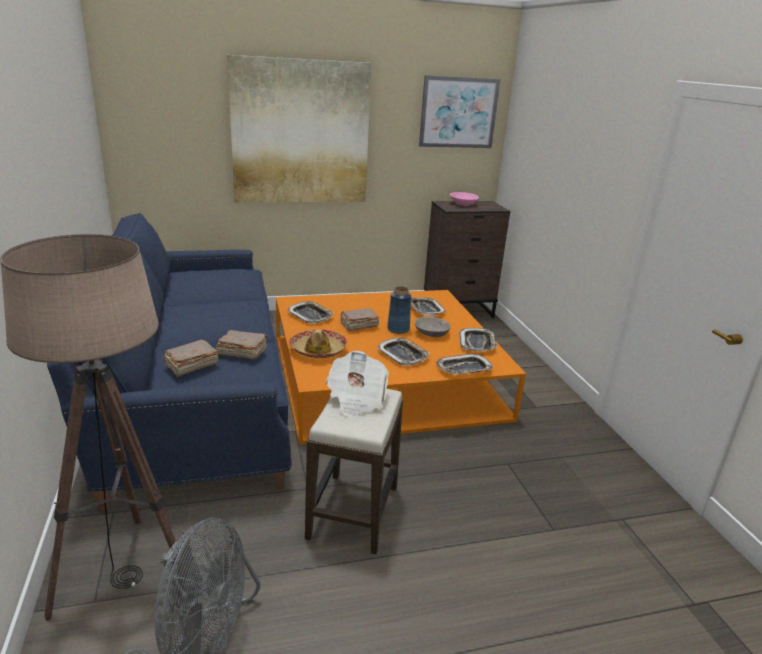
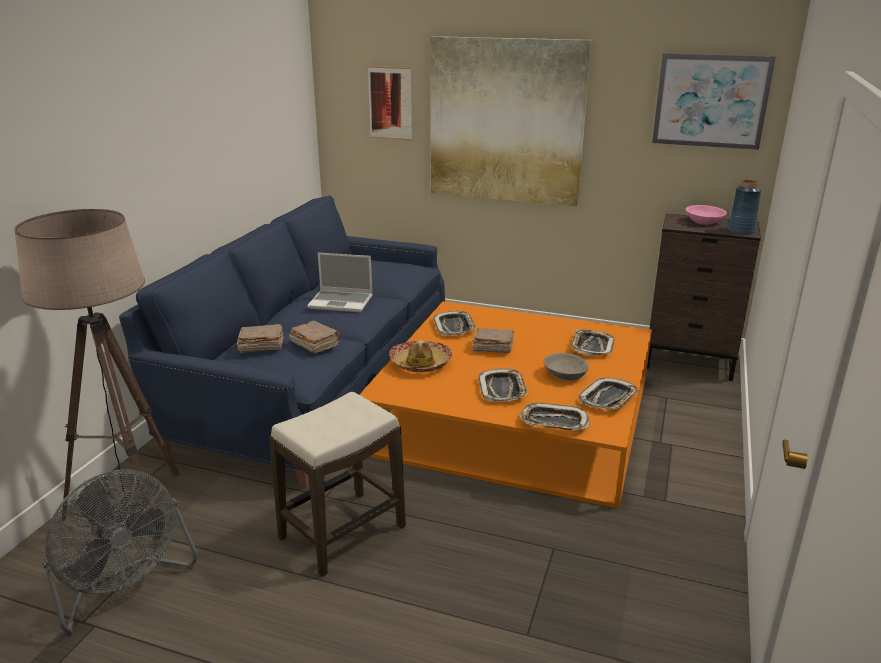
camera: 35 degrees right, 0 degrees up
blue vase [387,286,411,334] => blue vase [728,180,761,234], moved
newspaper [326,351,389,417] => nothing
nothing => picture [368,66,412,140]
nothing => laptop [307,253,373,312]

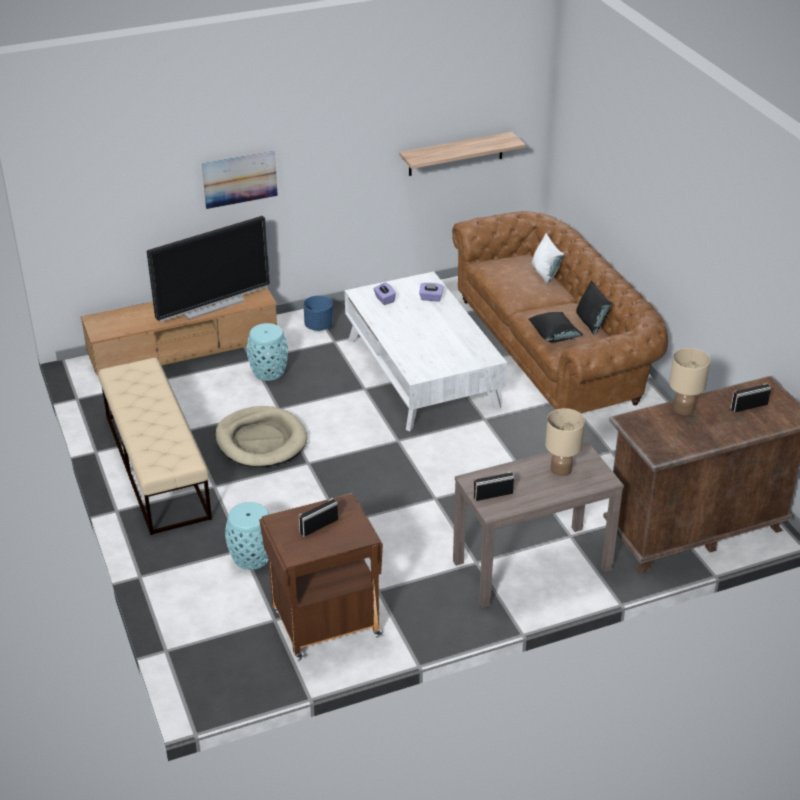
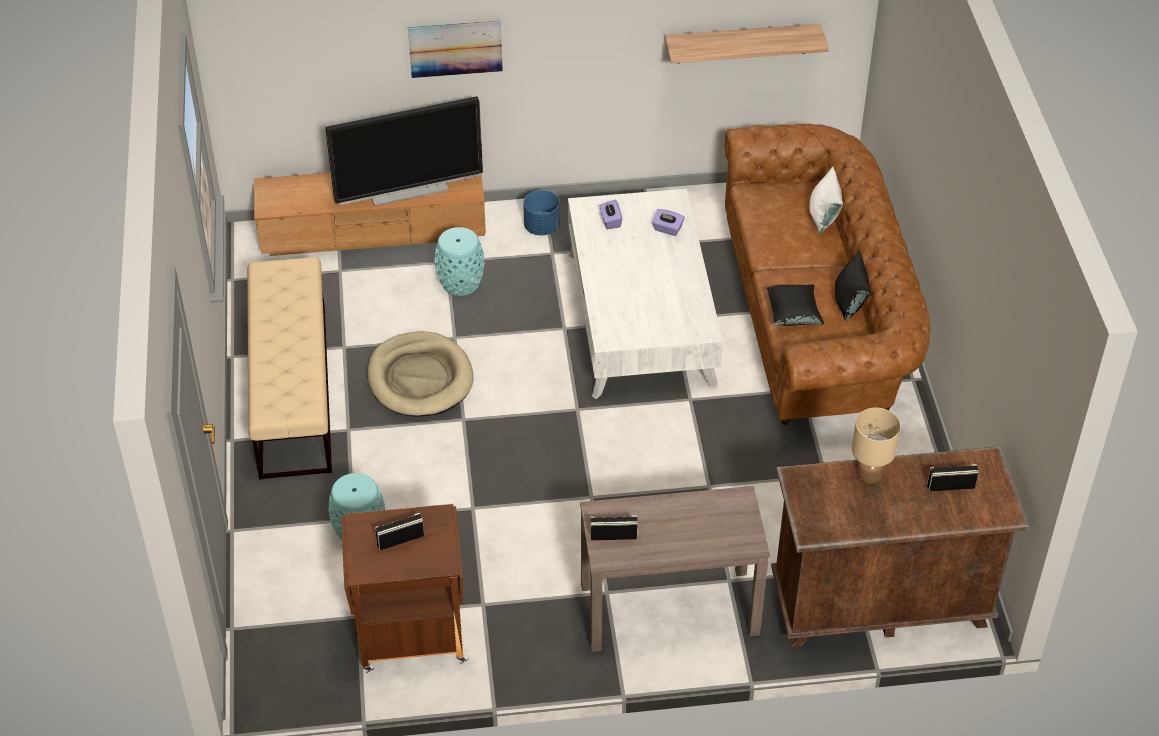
camera: 15 degrees right, 10 degrees up
beige table lamp [545,408,585,476] => nothing

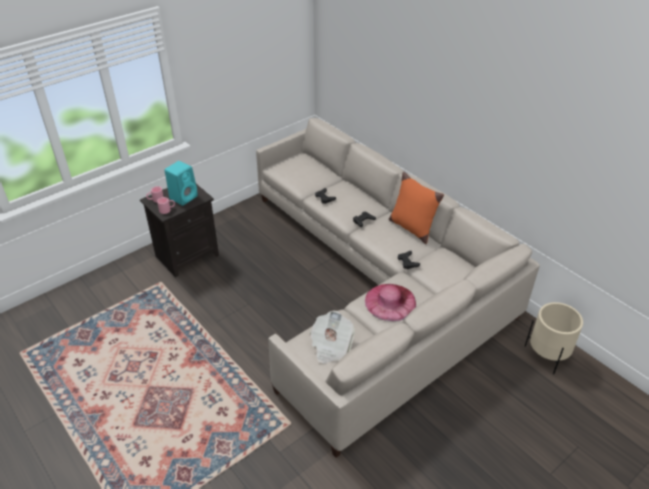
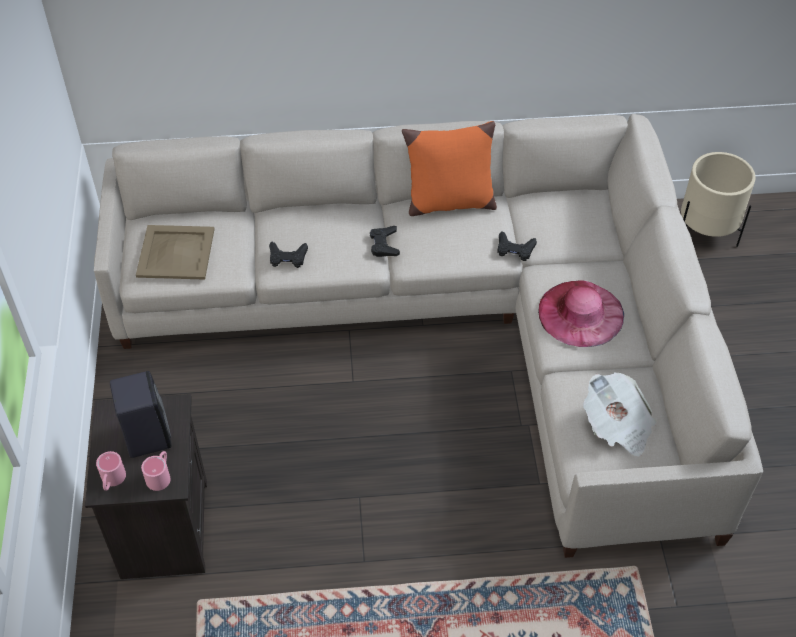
camera: 55 degrees left, 10 degrees up
turquoise speaker [165,161,198,206] => black speaker [110,371,172,458]
nothing => beige tray [136,225,215,280]

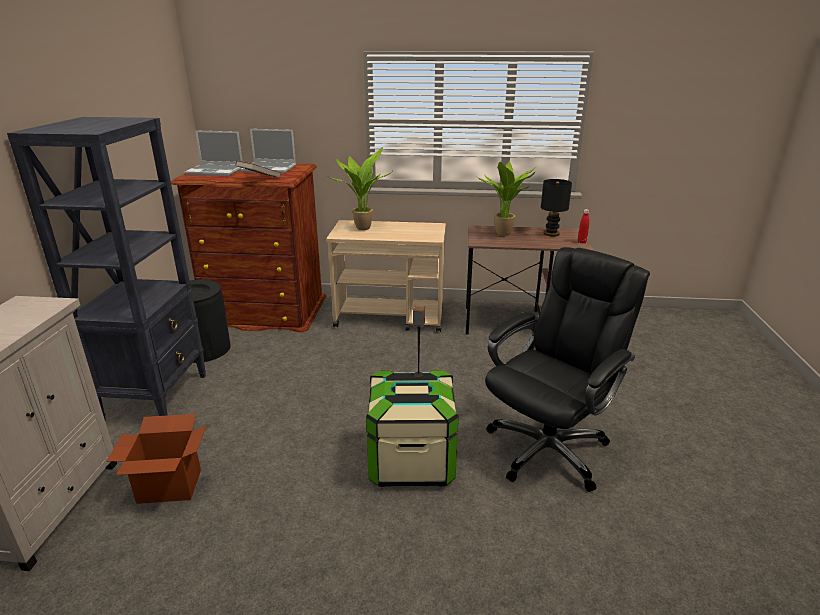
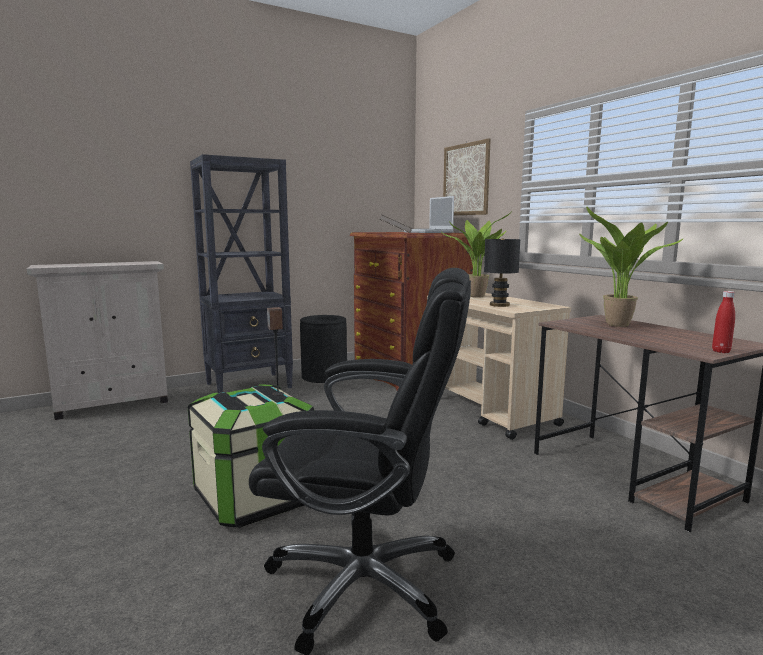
camera: 55 degrees right, 15 degrees down
laptop [185,130,242,176] => nothing
black table lamp [541,179,572,237] => black table lamp [484,239,520,307], moved
cardboard box [107,414,206,504] => nothing
nothing => picture [443,138,491,215]

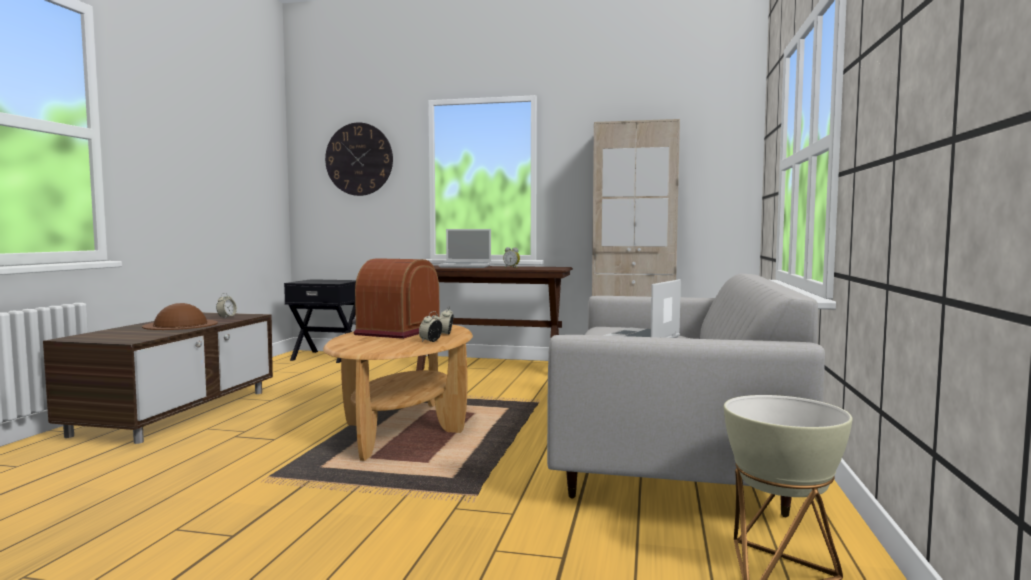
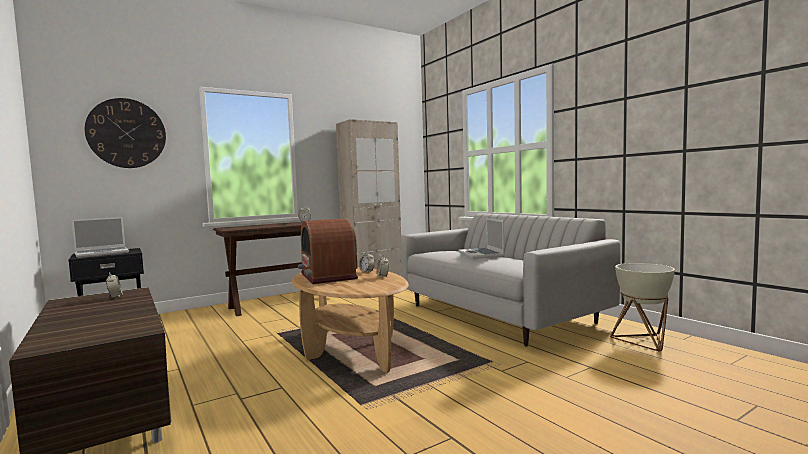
camera: 45 degrees left, 0 degrees up
laptop [438,229,491,268] => laptop [72,217,129,258], moved
brown hat [142,303,218,330] => nothing

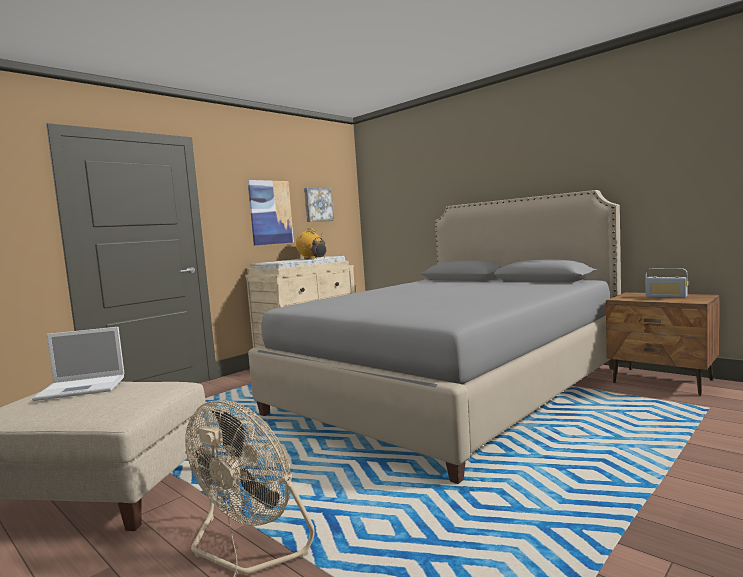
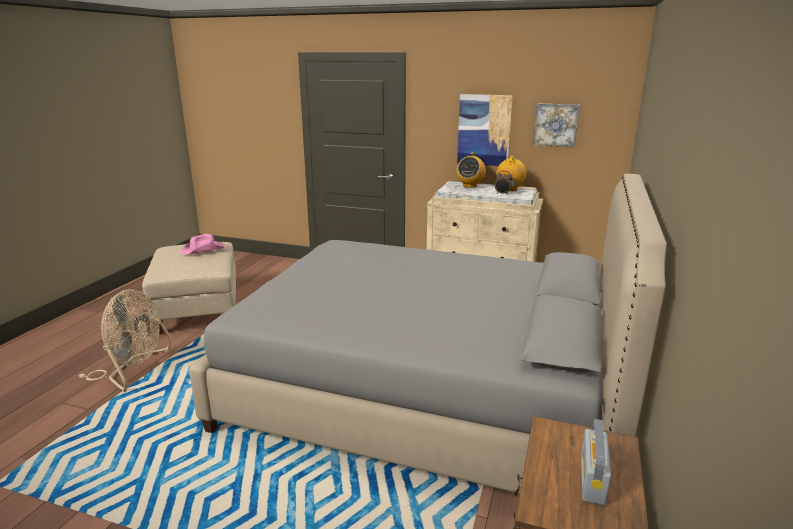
camera: 65 degrees right, 15 degrees up
laptop [32,327,124,401] => pink hat [180,234,226,255]
nothing => radio [456,152,486,188]

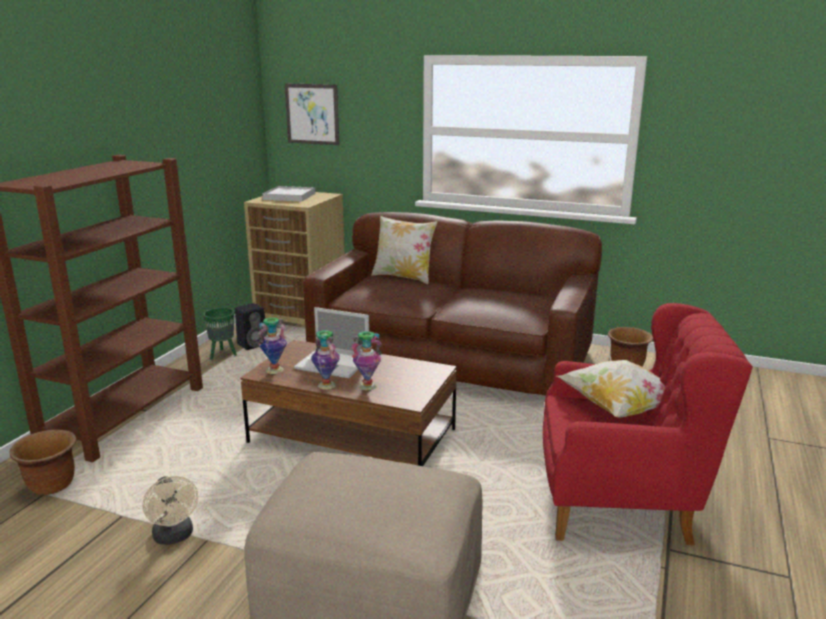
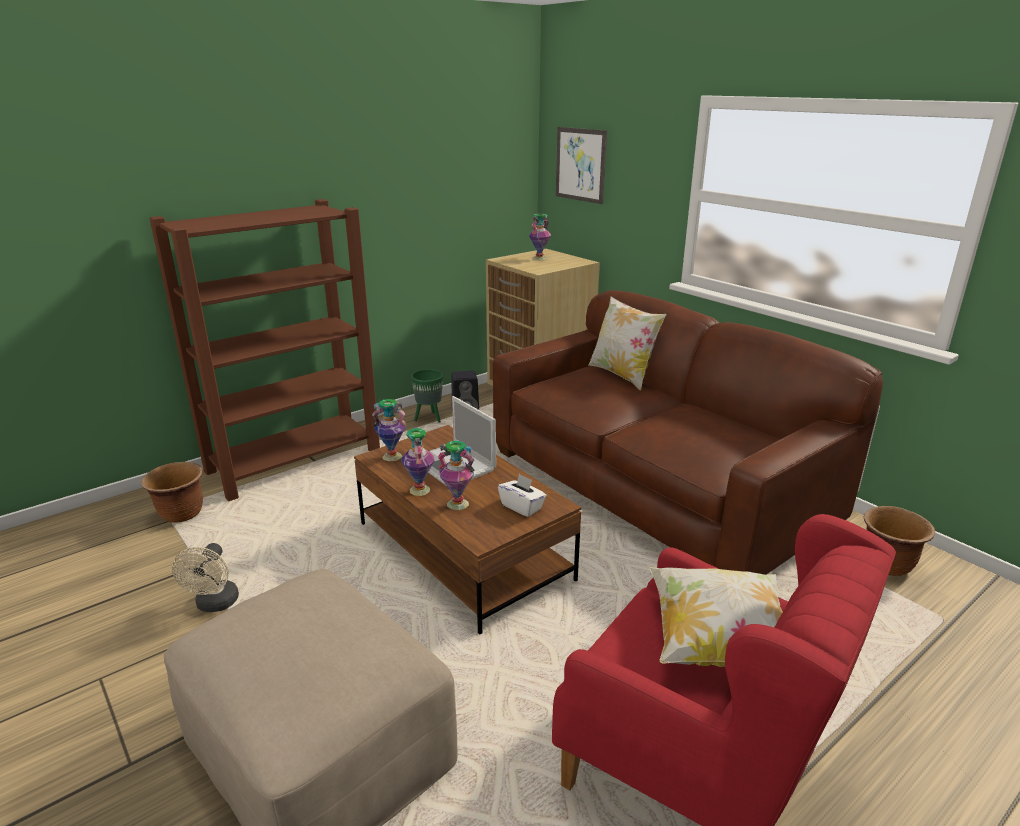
camera: 30 degrees right, 5 degrees up
white tray [262,186,315,202] => vase [529,214,551,260]
nothing => white tissue box [498,474,547,517]

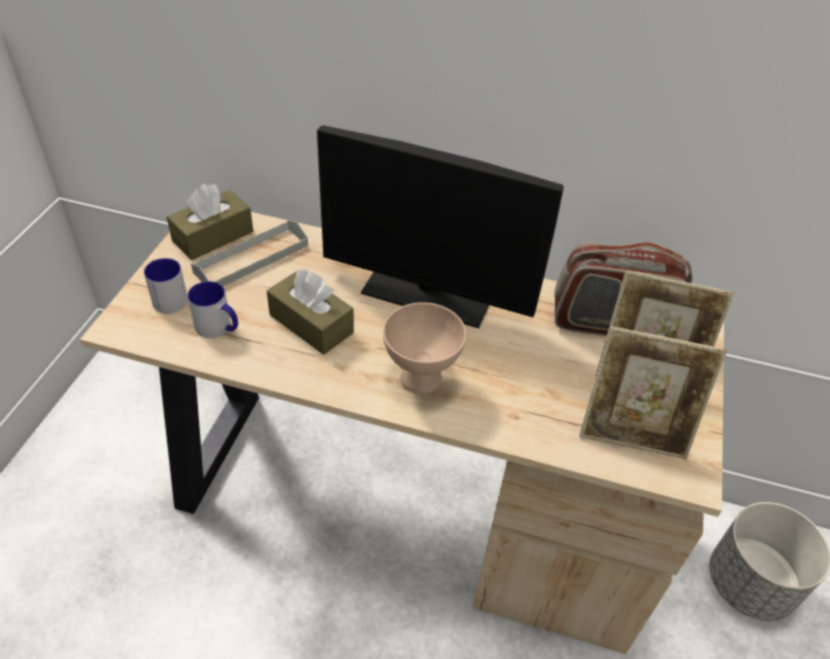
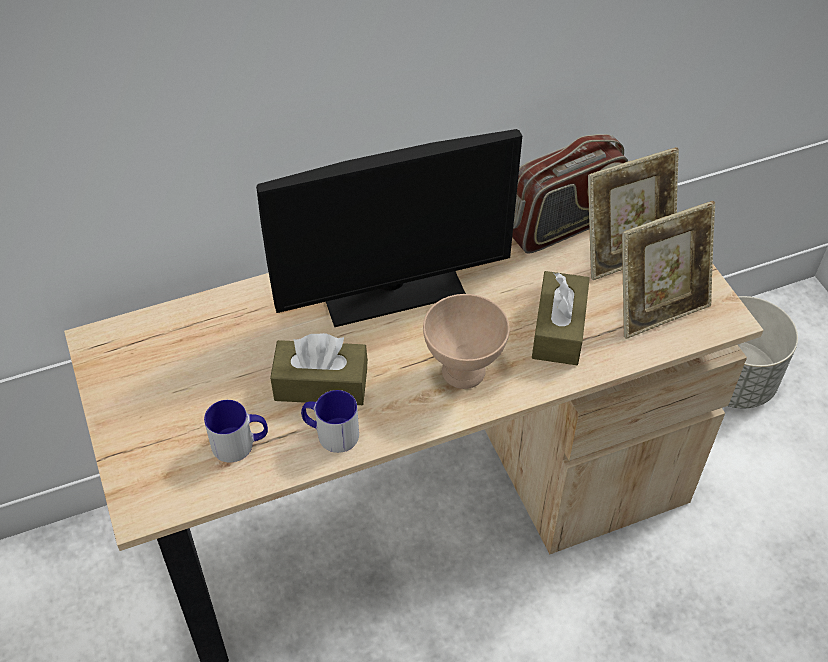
camera: 35 degrees left, 5 degrees up
brown tissue box [167,184,253,260] => brown tissue box [532,271,590,365], moved
grey tray [191,220,308,286] => nothing
mug [144,258,188,313] => mug [301,390,359,453], moved

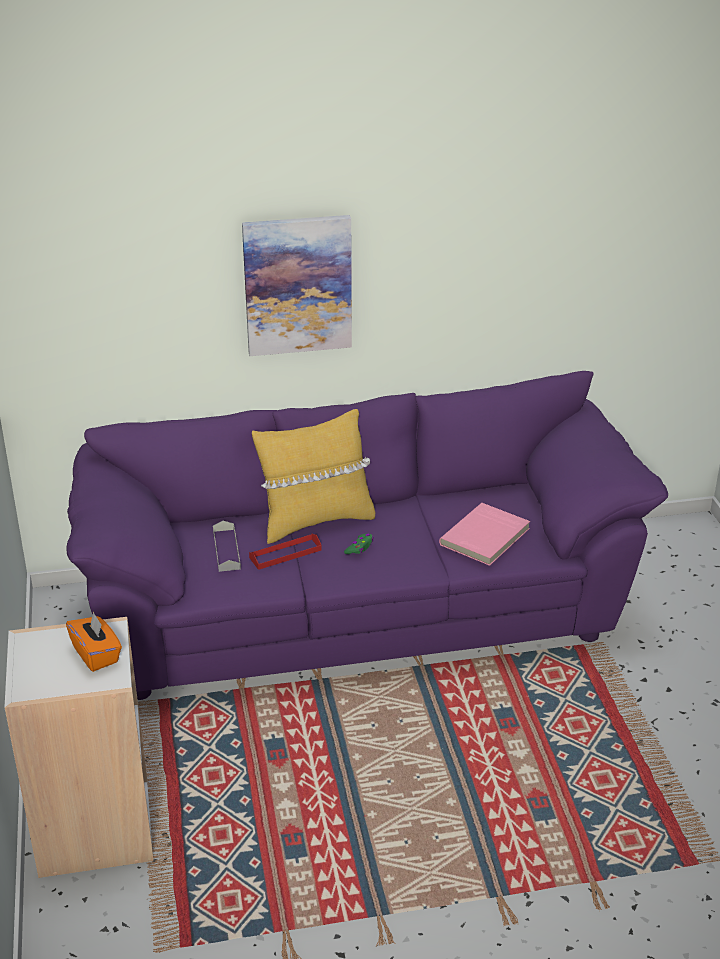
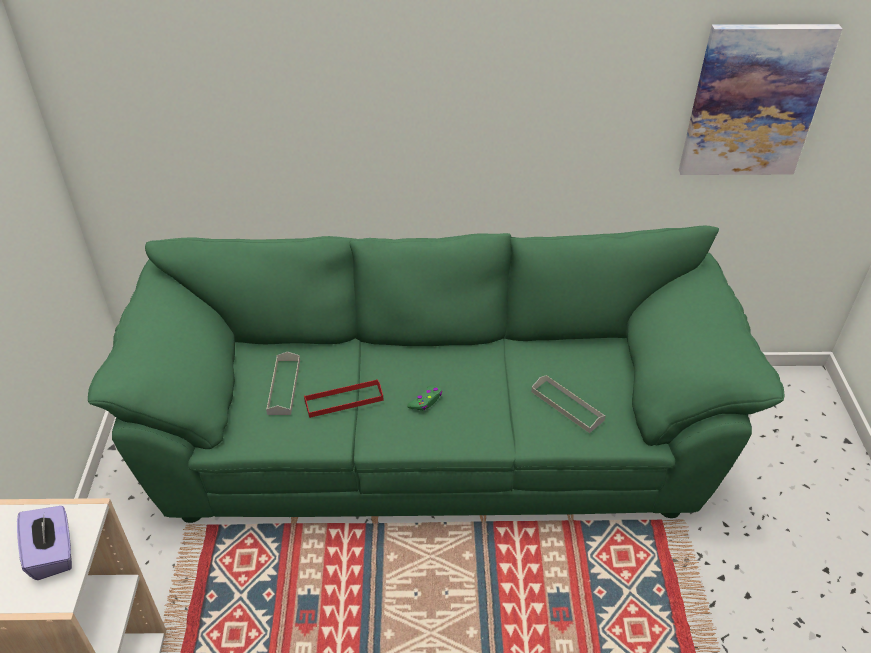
camera: 10 degrees right, 10 degrees up
picture [242,215,352,356] => picture [679,24,842,175], moved
purple sofa [67,371,668,700] => green sofa [88,225,784,523]
yellow pillow [252,409,375,544] => nothing
pink book [439,503,530,566] => grey tray [531,375,606,433]
orange tissue box [66,611,122,672] => purple tissue box [17,506,72,580]

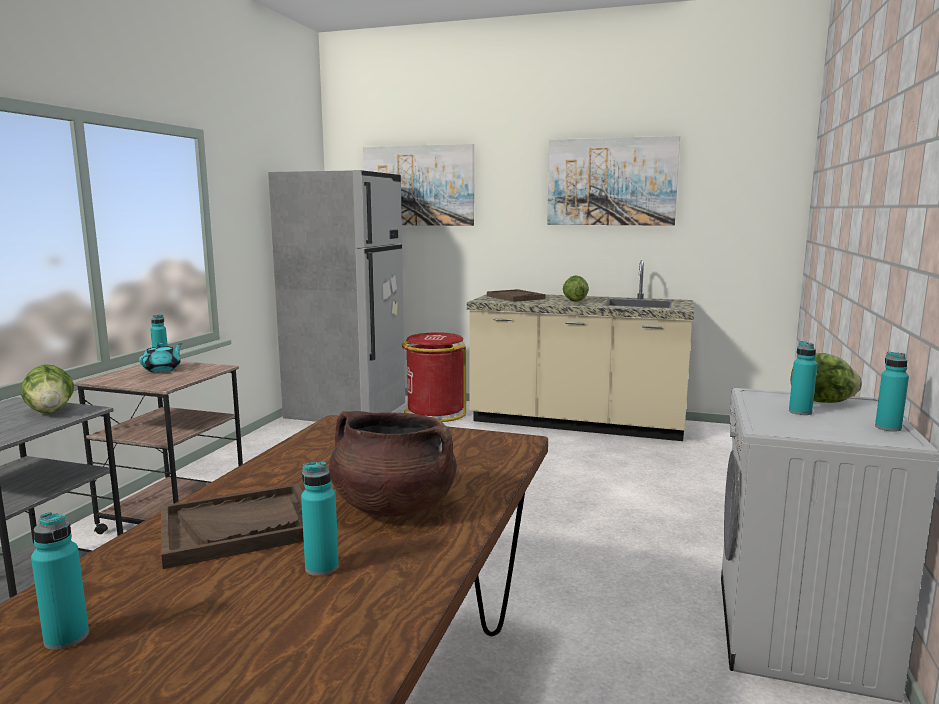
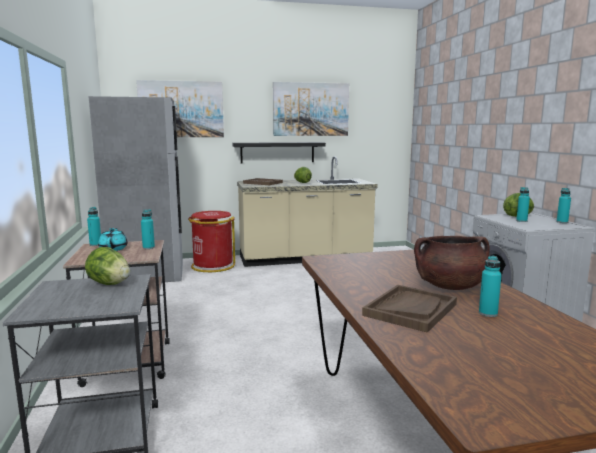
camera: 30 degrees left, 0 degrees up
turquoise bottle [31,512,89,650] => turquoise bottle [141,209,155,249], moved
nothing => black shelf [233,142,326,164]

